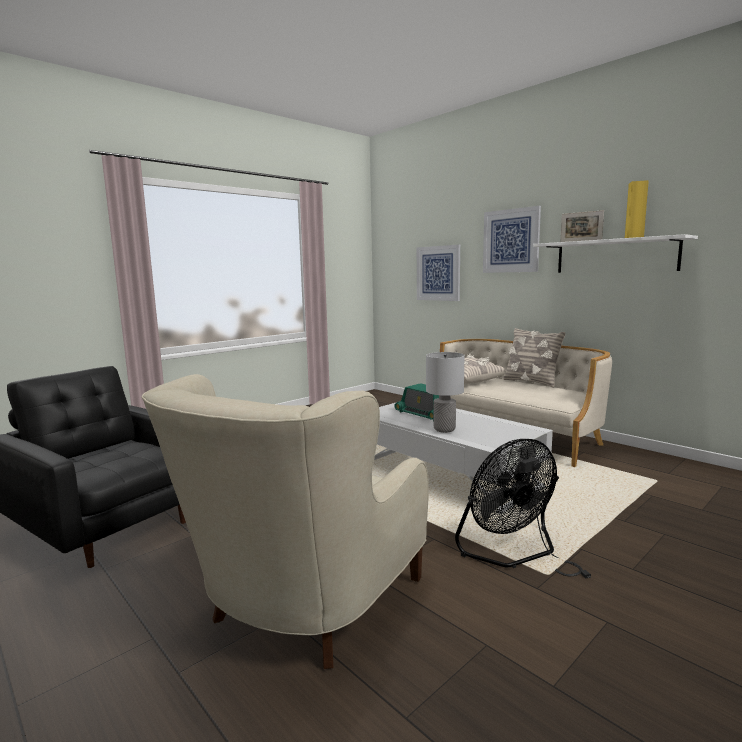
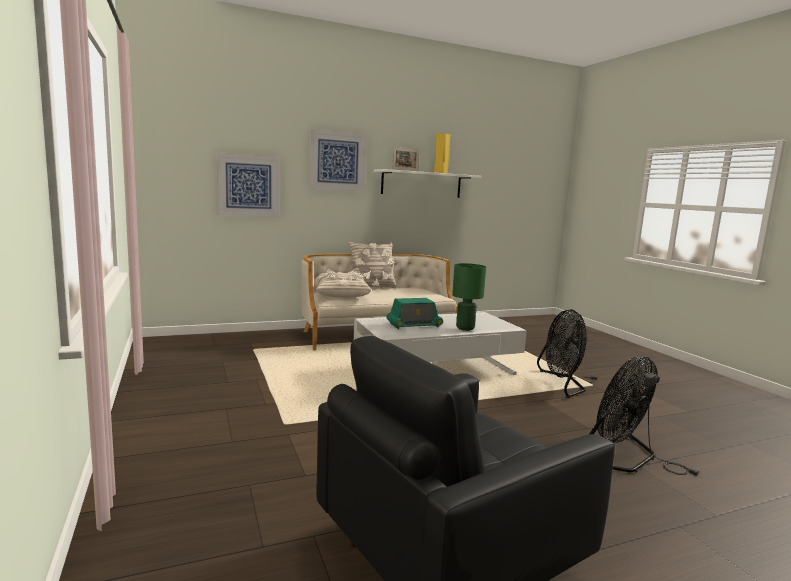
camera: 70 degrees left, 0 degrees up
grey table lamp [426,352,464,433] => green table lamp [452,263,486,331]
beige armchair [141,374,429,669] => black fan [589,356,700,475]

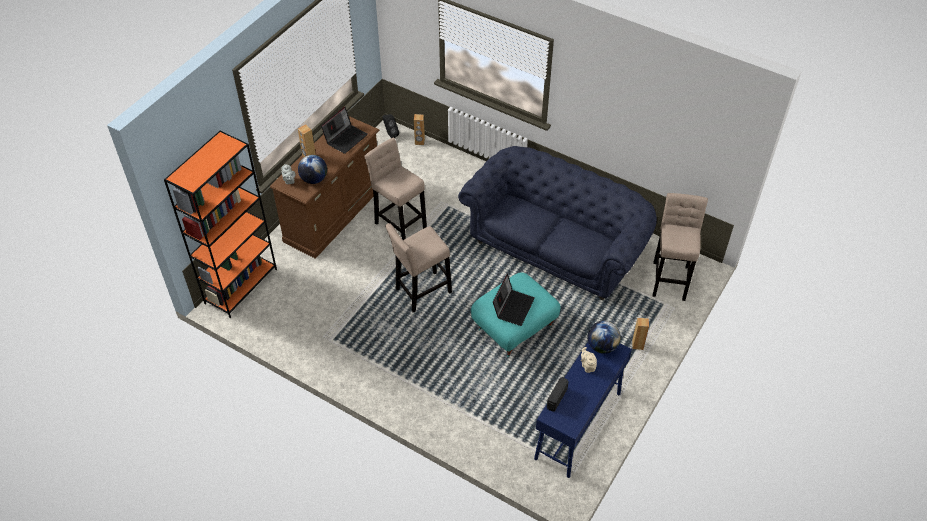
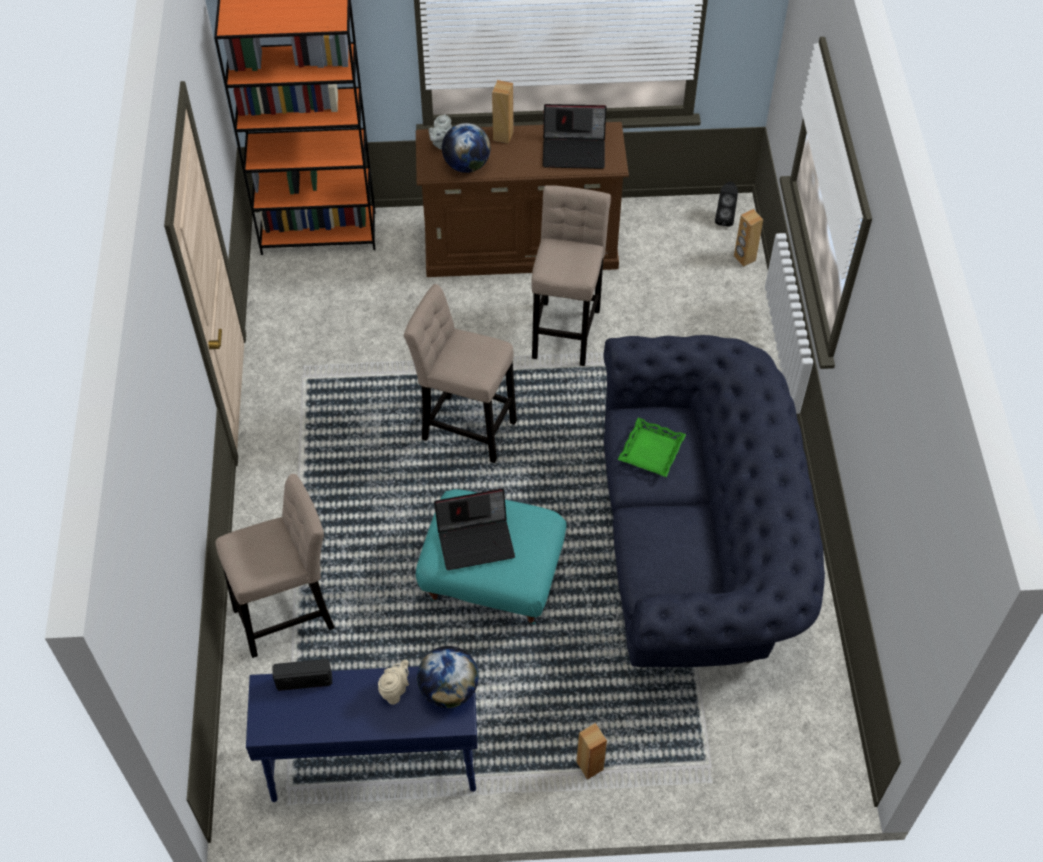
camera: 55 degrees right, 5 degrees up
beige stool [653,193,708,301] => beige stool [216,474,335,658], moved
nothing => green tray [617,418,686,477]

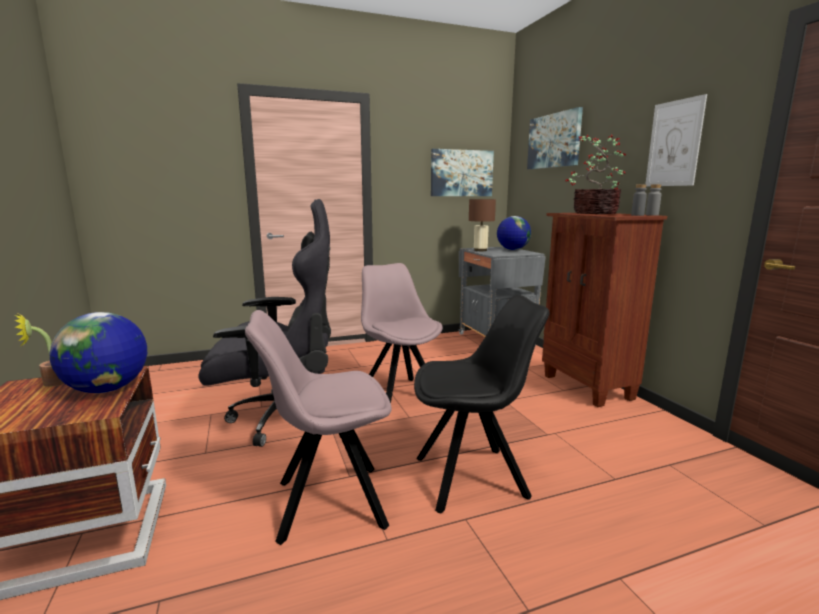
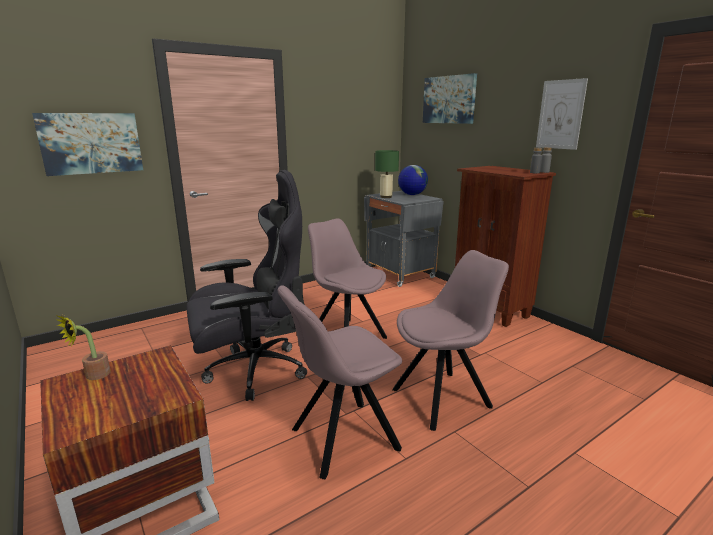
camera: 15 degrees left, 5 degrees up
potted plant [565,135,627,214] => nothing
picture [431,149,494,196] => picture [32,113,143,176], moved
brown table lamp [469,199,496,251] => green table lamp [375,150,399,198]
black chair [414,295,550,514] => pink chair [393,250,509,431]
globe [49,312,147,393] => nothing

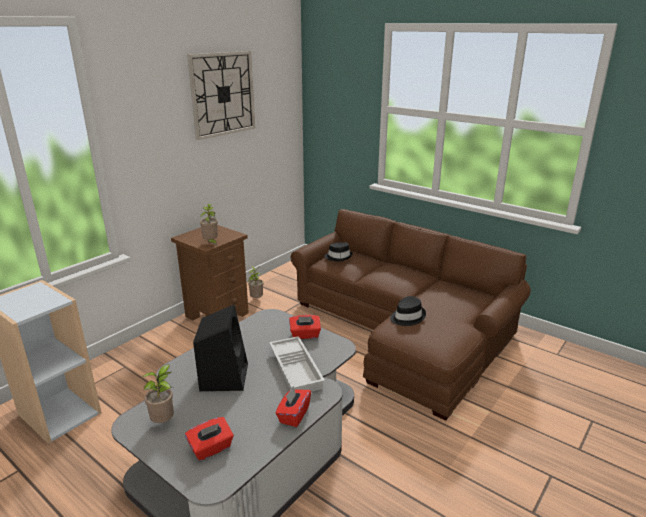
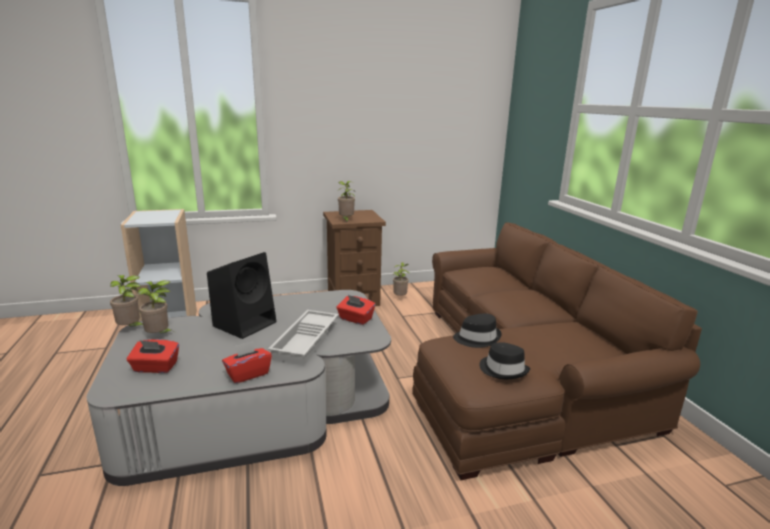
camera: 35 degrees right, 5 degrees down
wall clock [187,51,255,140] => nothing
black hat [324,242,353,261] => black hat [479,342,530,379], moved
nothing => potted plant [110,275,143,327]

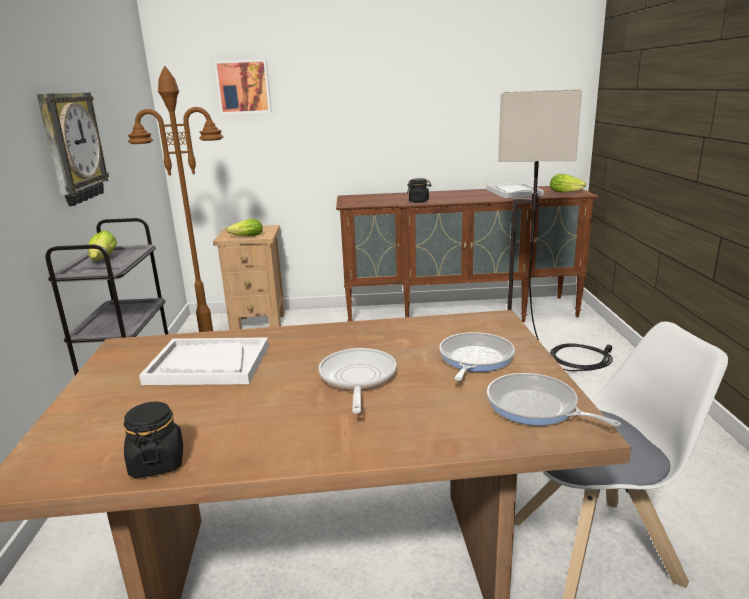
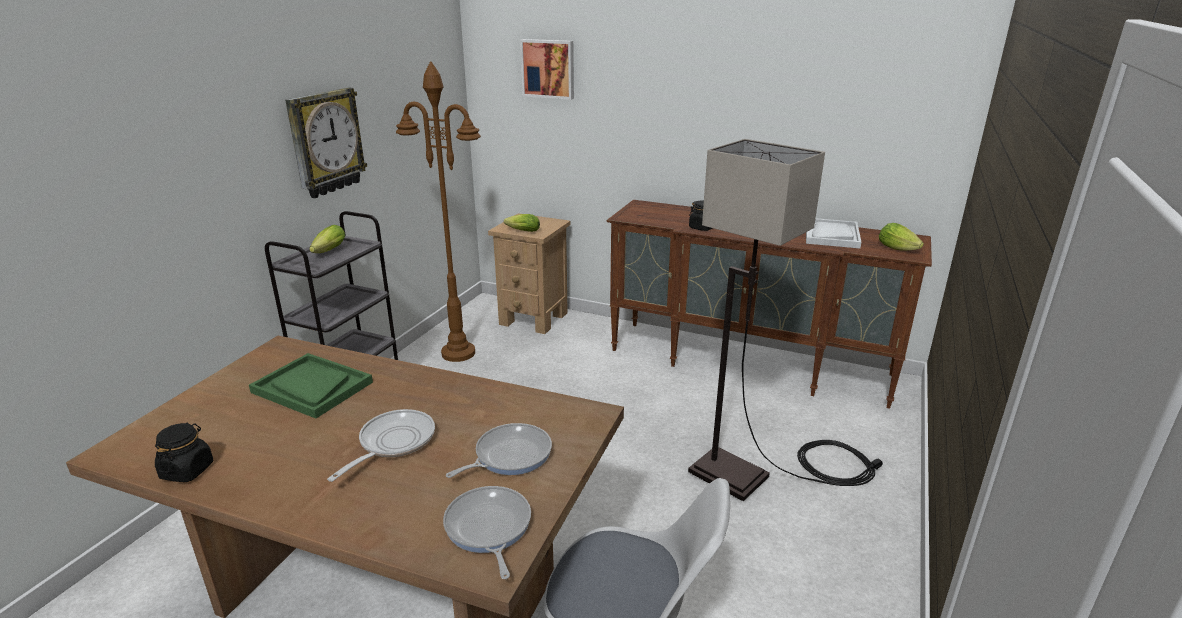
camera: 25 degrees right, 5 degrees up
white tray [139,337,269,385] => green tray [249,353,373,419]

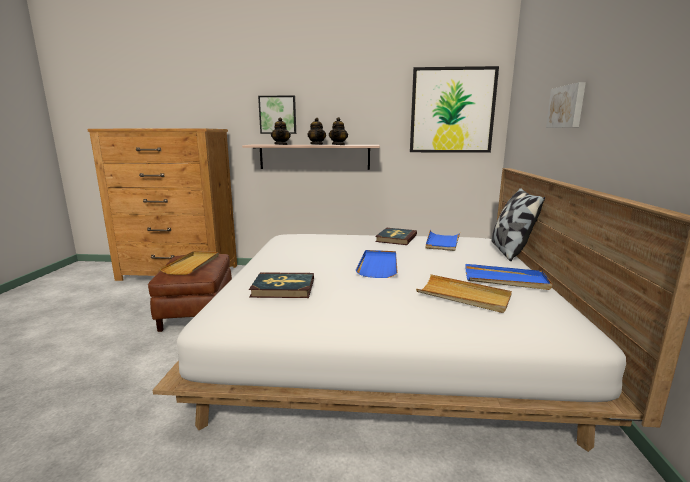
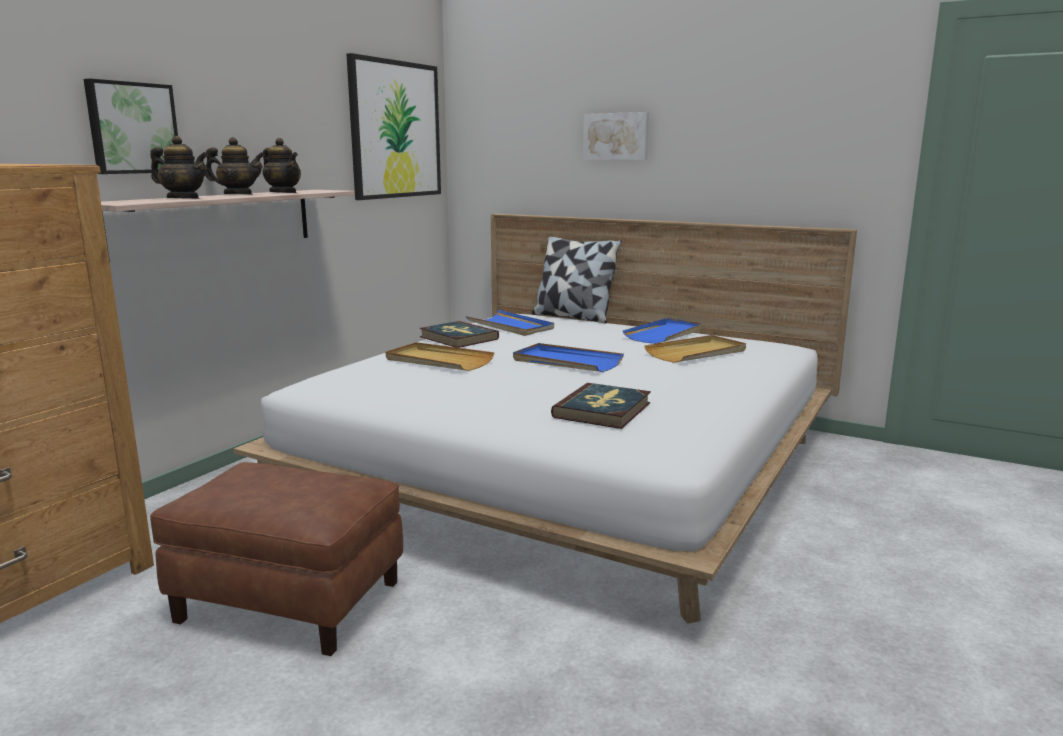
camera: 65 degrees left, 0 degrees up
beige tray [159,251,219,275] => beige tray [386,342,494,371], moved

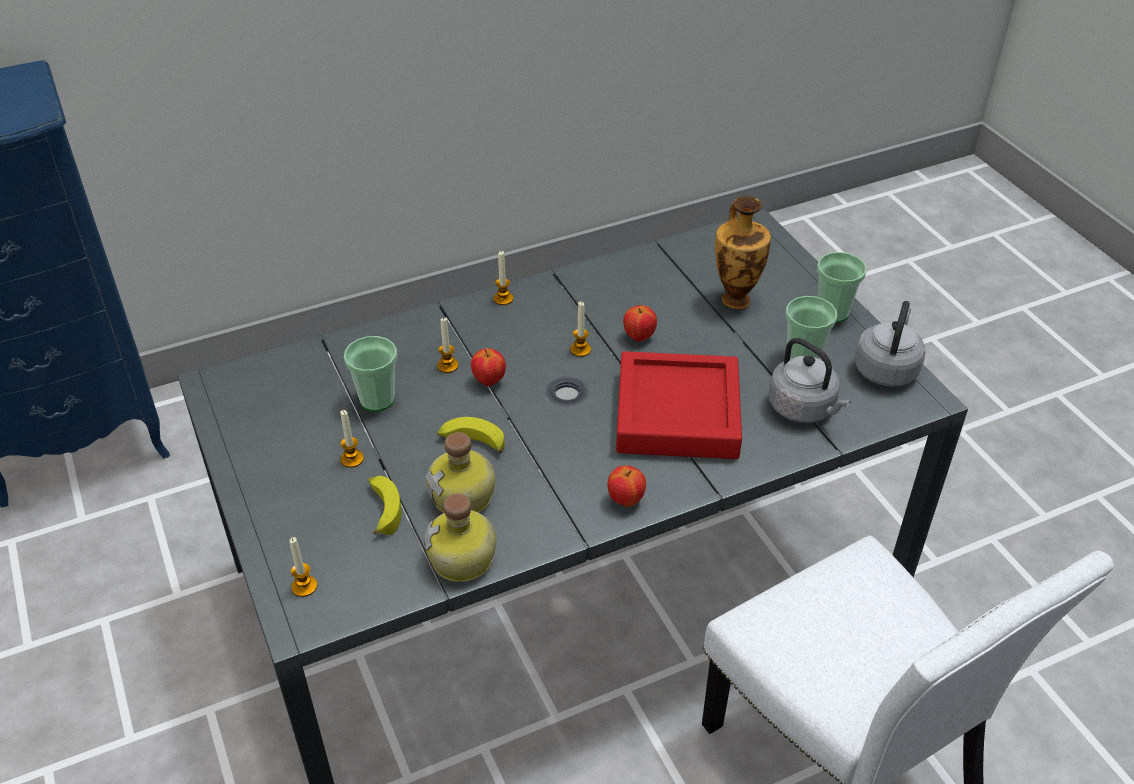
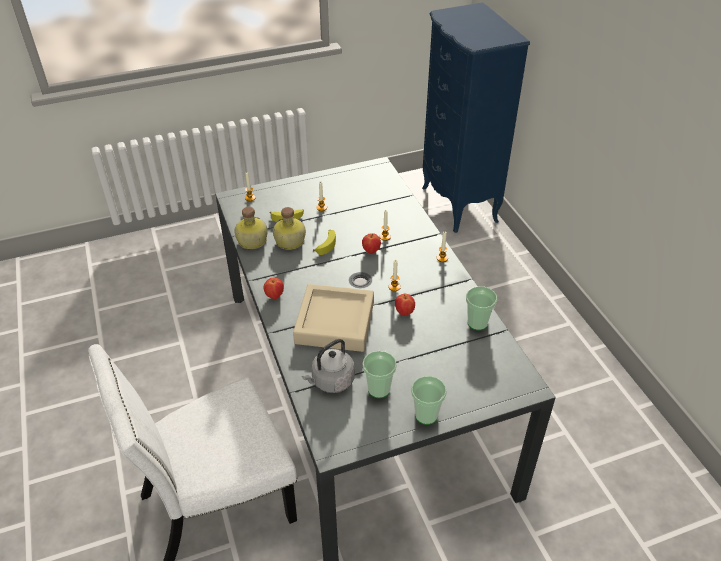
camera: 95 degrees right, 0 degrees up
vase [715,196,771,309] => nothing
grey kettle [855,301,925,386] => nothing
cup [344,336,397,411] => cup [466,286,497,330], moved
red tray [616,351,742,459] => beige tray [293,284,374,352]

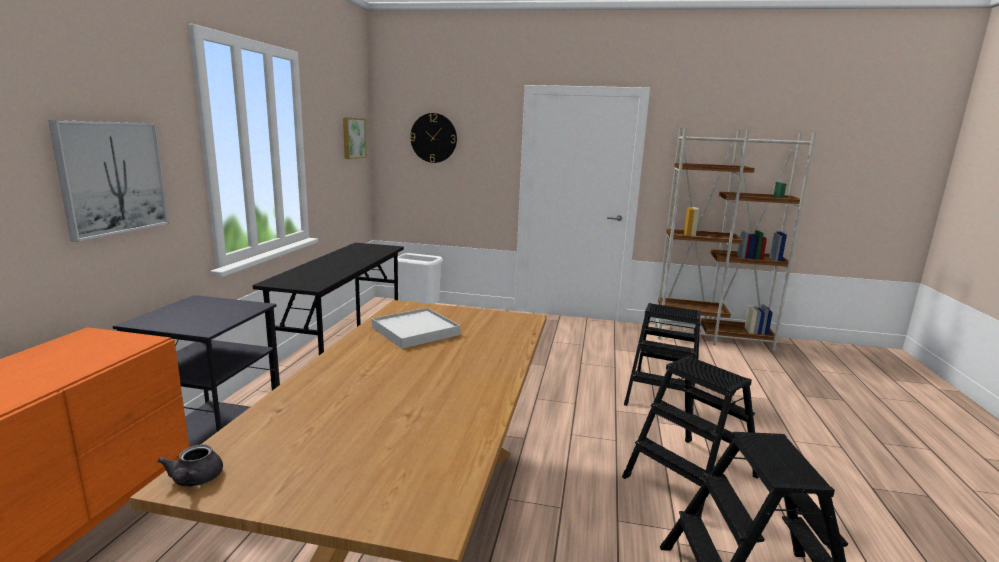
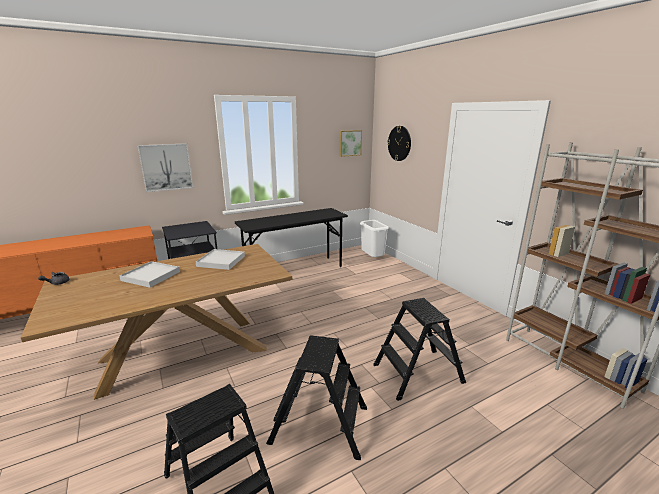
camera: 50 degrees right, 5 degrees up
nothing => white tray [119,261,180,288]

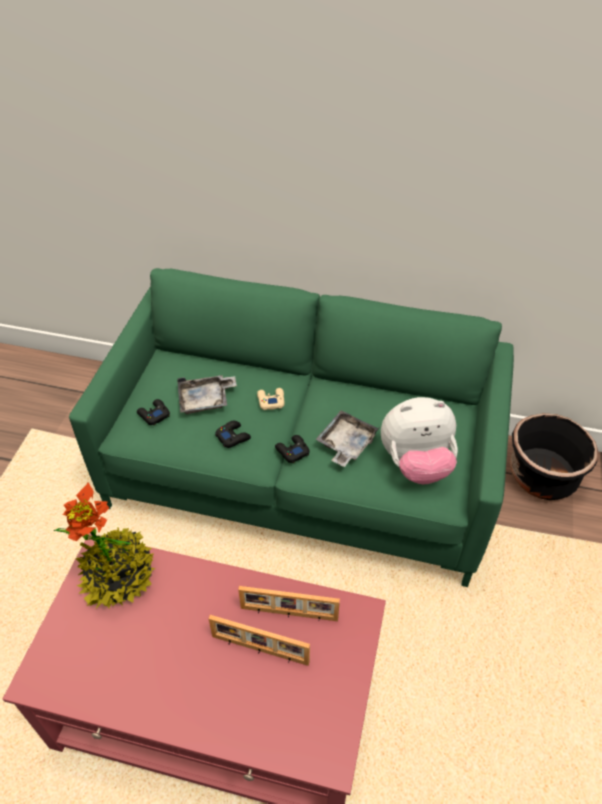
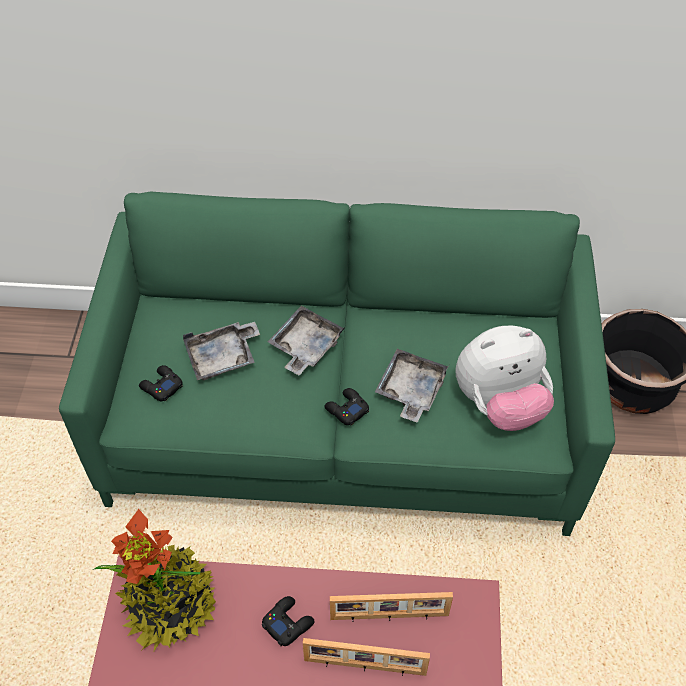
camera: 10 degrees left, 5 degrees up
beige game controller [257,388,285,410] => grey tray [268,306,345,375]
black game controller [215,421,251,448] => black game controller [262,596,315,646], moved

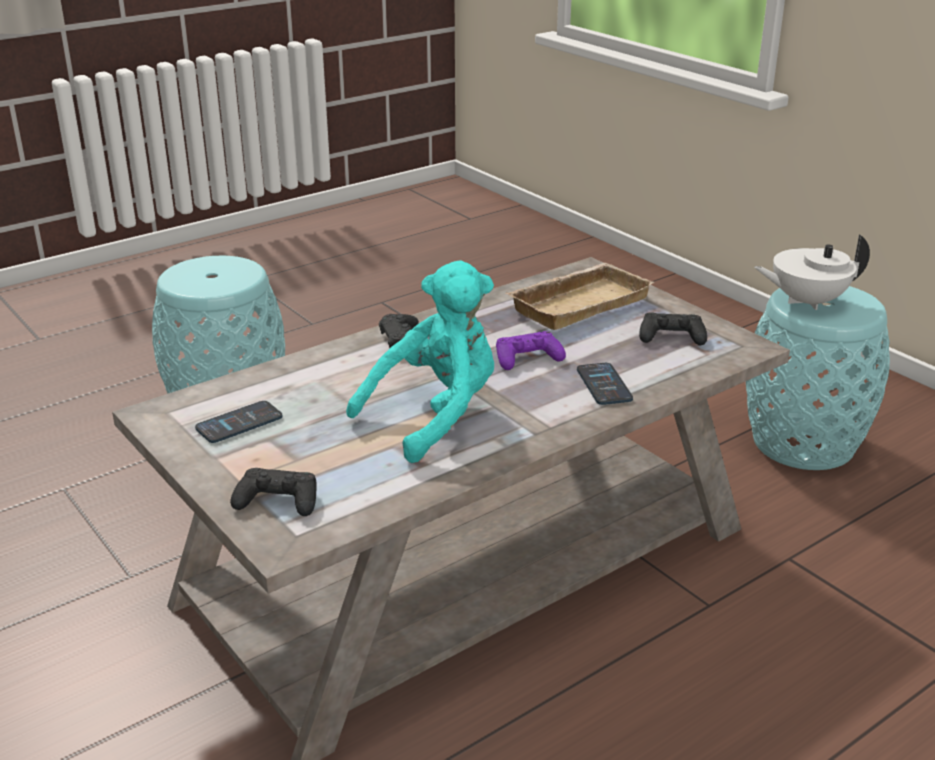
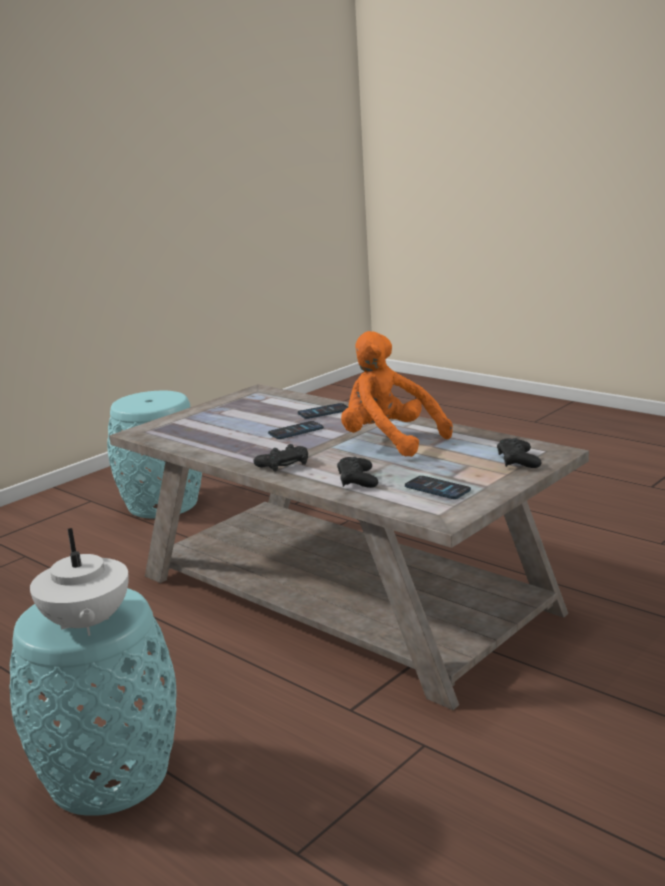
camera: 100 degrees left, 10 degrees down
white teapot [754,234,870,310] => white teapot [30,528,129,636], moved
turquoise plush toy [346,260,494,463] => orange plush toy [341,331,453,457]
beige tray [506,263,654,330] => nothing
black game controller [639,312,707,345] => black game controller [337,457,378,488], moved
purple game controller [496,331,566,370] => phone [268,421,324,439]

